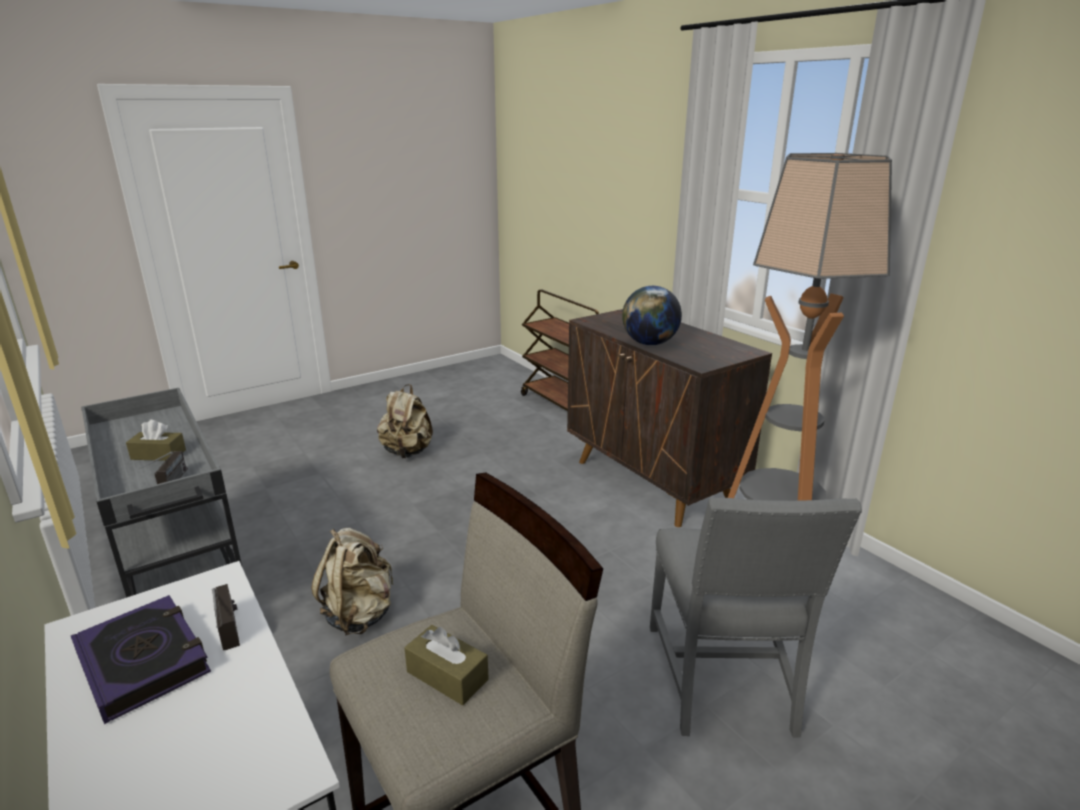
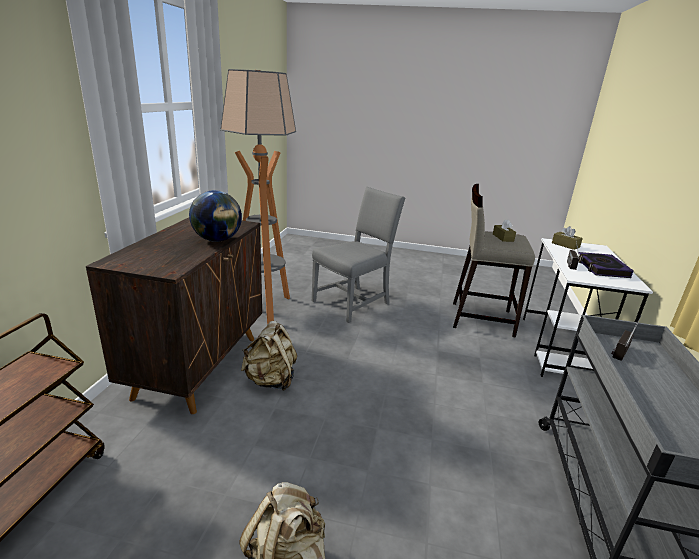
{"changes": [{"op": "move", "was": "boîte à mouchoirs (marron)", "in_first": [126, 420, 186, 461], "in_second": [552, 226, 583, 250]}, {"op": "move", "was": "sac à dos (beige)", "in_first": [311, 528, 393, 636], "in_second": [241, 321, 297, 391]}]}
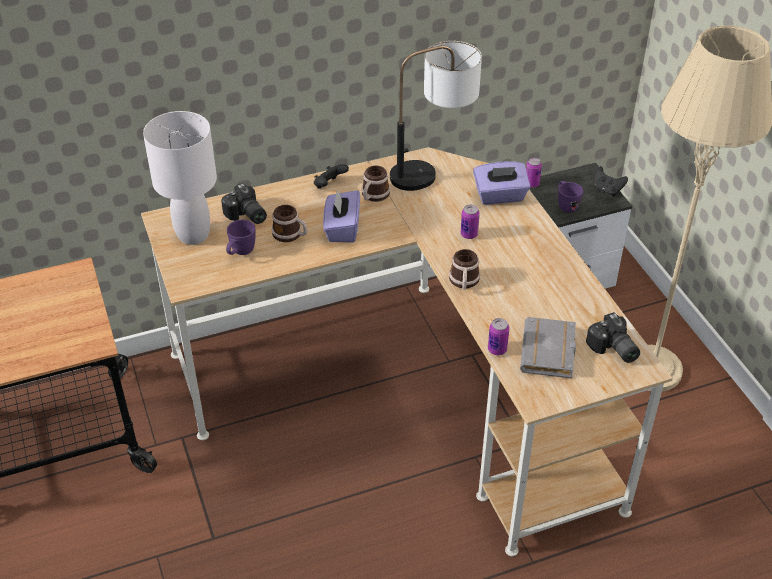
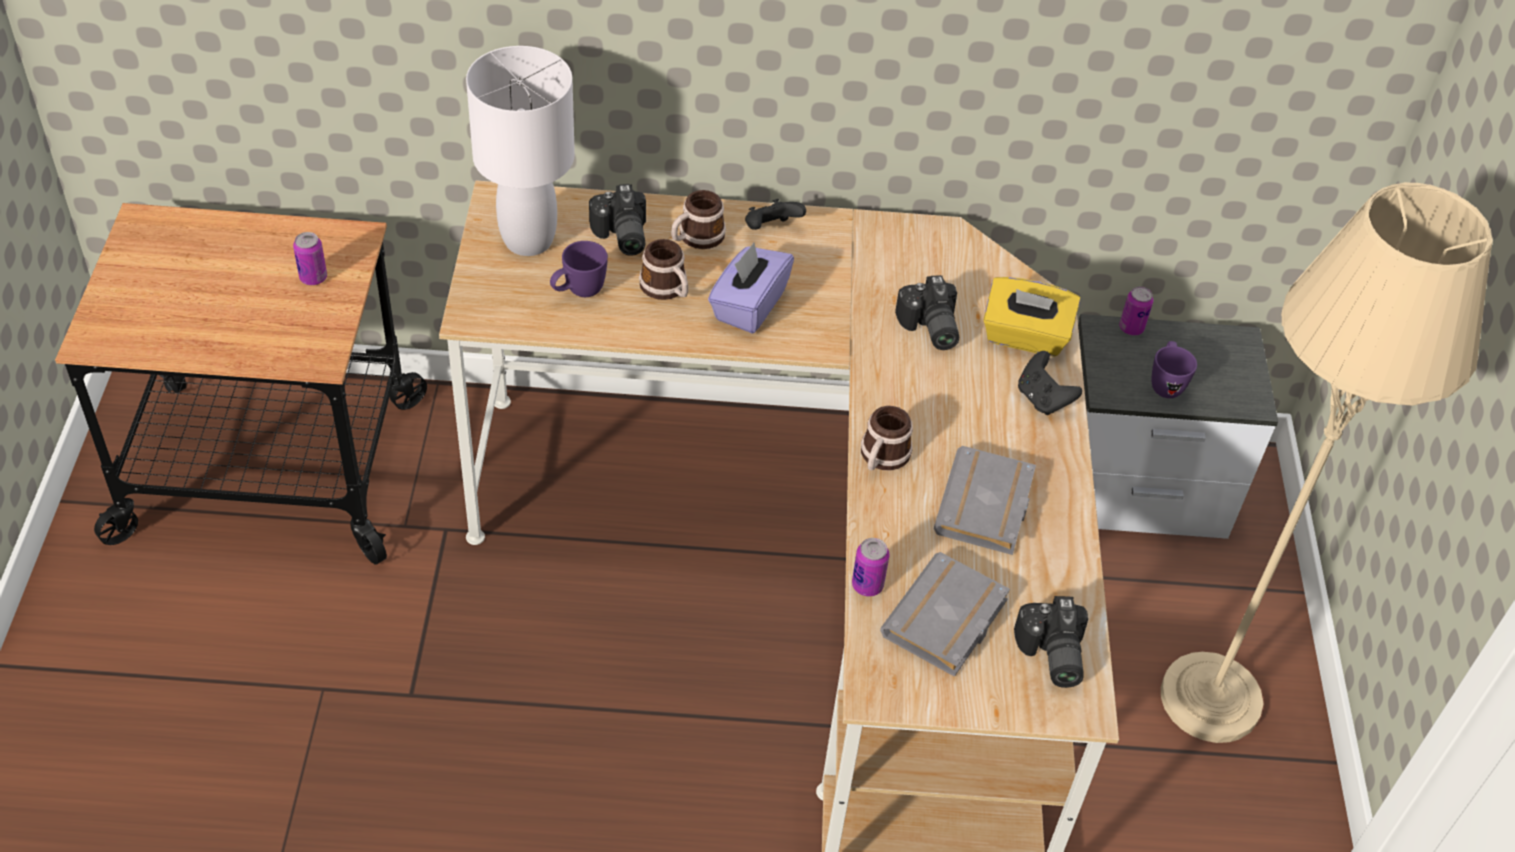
{"changes": [{"op": "delete", "was": "lampe de table", "in_first": [390, 41, 482, 191]}, {"op": "recolor", "was": "boîte à mouchoirs (violet)", "now": "boîte à mouchoirs (jaune)", "in_first": [473, 161, 530, 205], "in_second": [984, 277, 1080, 357]}, {"op": "move", "was": "mug", "in_first": [362, 165, 390, 202], "in_second": [671, 190, 726, 249]}, {"op": "move", "was": "manette (noir)", "in_first": [593, 166, 628, 196], "in_second": [1018, 351, 1082, 415]}, {"op": "move", "was": "boîte métallique", "in_first": [461, 205, 480, 239], "in_second": [293, 232, 327, 285]}, {"op": "insert", "now": "appareil photo", "in_second": [895, 275, 959, 350]}, {"op": "insert", "now": "livre (gris)", "in_second": [934, 446, 1036, 555]}]}
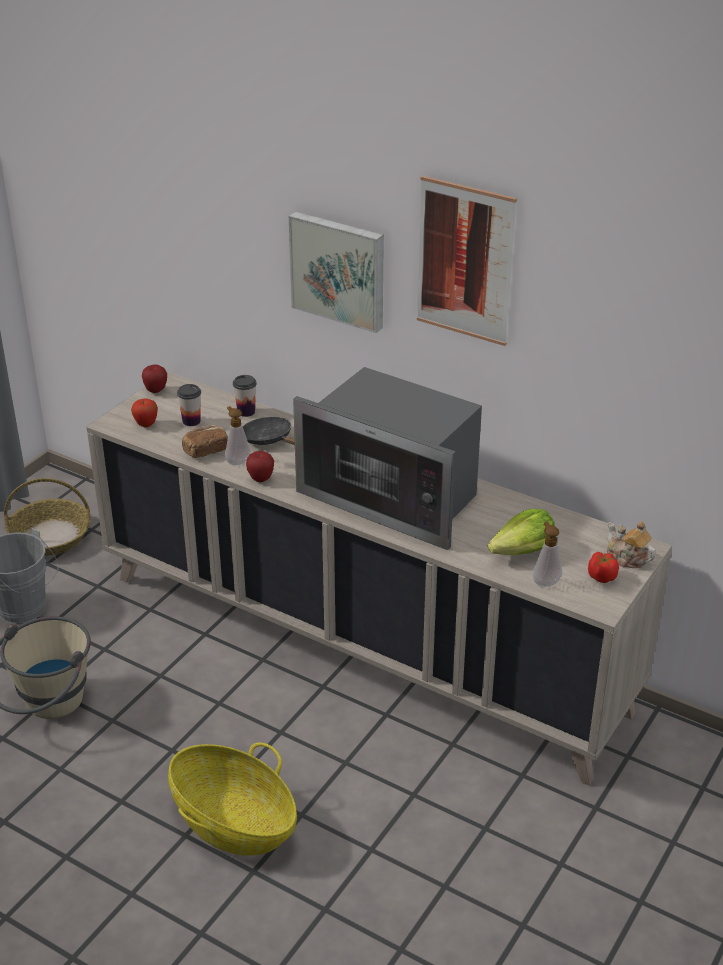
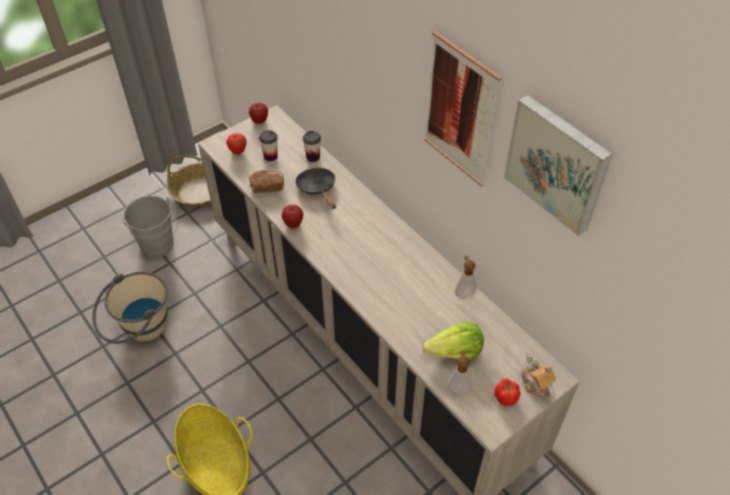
{"changes": [{"op": "move", "was": "tableau", "in_first": [289, 212, 384, 333], "in_second": [504, 95, 612, 236]}, {"op": "delete", "was": "micro-ondes", "in_first": [293, 367, 482, 550]}, {"op": "move", "was": "distributeur de savon", "in_first": [225, 406, 251, 465], "in_second": [455, 256, 477, 299]}]}
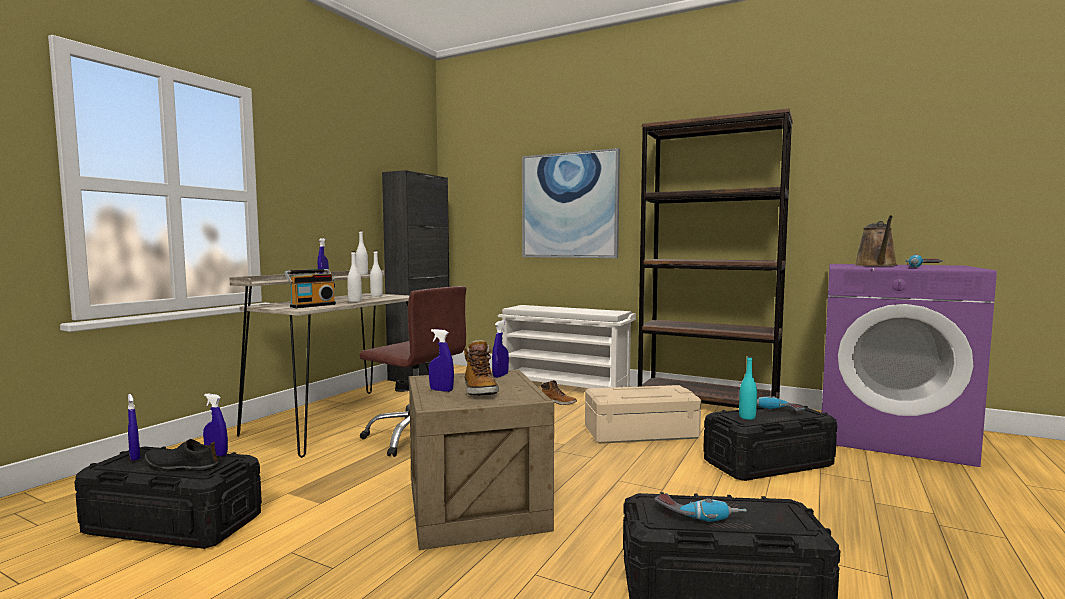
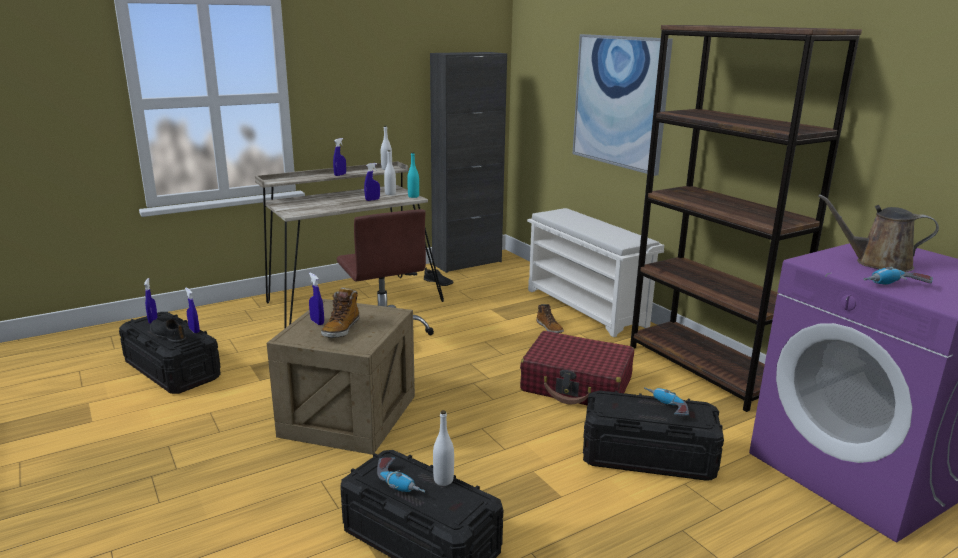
{"changes": [{"op": "rotate", "was": "arrosoir (marron)", "in_first": [855, 215, 897, 267], "in_second": [818, 194, 939, 272], "clockwise": 60}, {"op": "move", "was": "bouteille (blanc)", "in_first": [347, 251, 362, 302], "in_second": [433, 410, 454, 486]}, {"op": "delete", "was": "radio", "in_first": [284, 269, 336, 308]}, {"op": "move", "was": "vaporisateur (bleu)", "in_first": [492, 320, 509, 378], "in_second": [364, 163, 380, 201]}, {"op": "move", "was": "bouteille (turquoise)", "in_first": [739, 356, 757, 420], "in_second": [407, 152, 419, 198]}, {"op": "replace", "was": "boîte de rangement (beige)", "now": "valise (rouge)", "in_first": [585, 385, 701, 444], "in_second": [520, 331, 634, 405]}]}
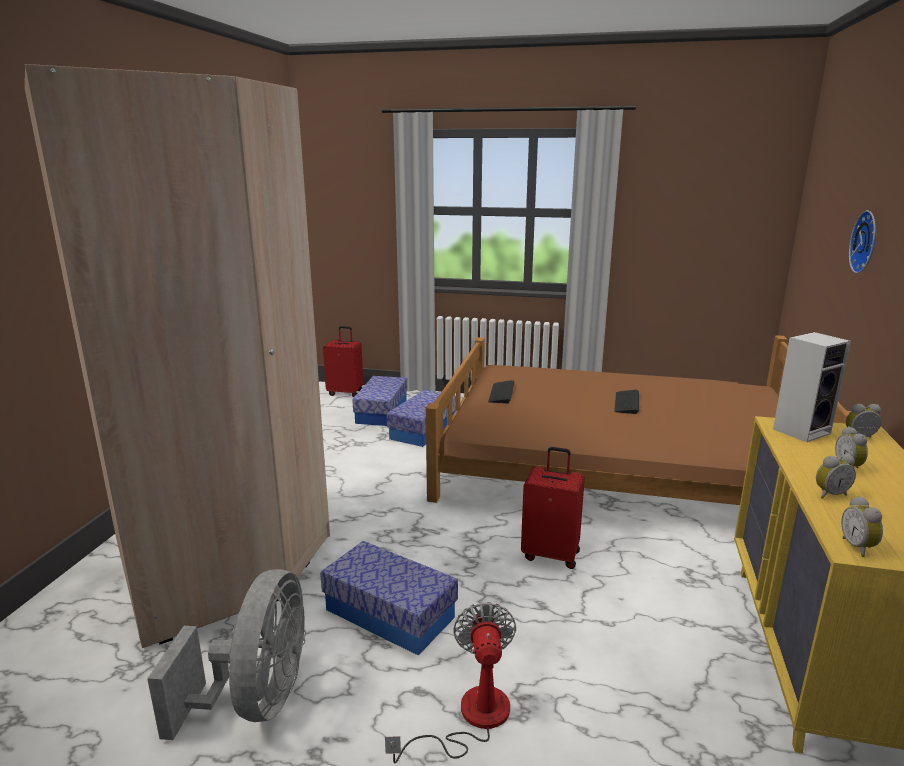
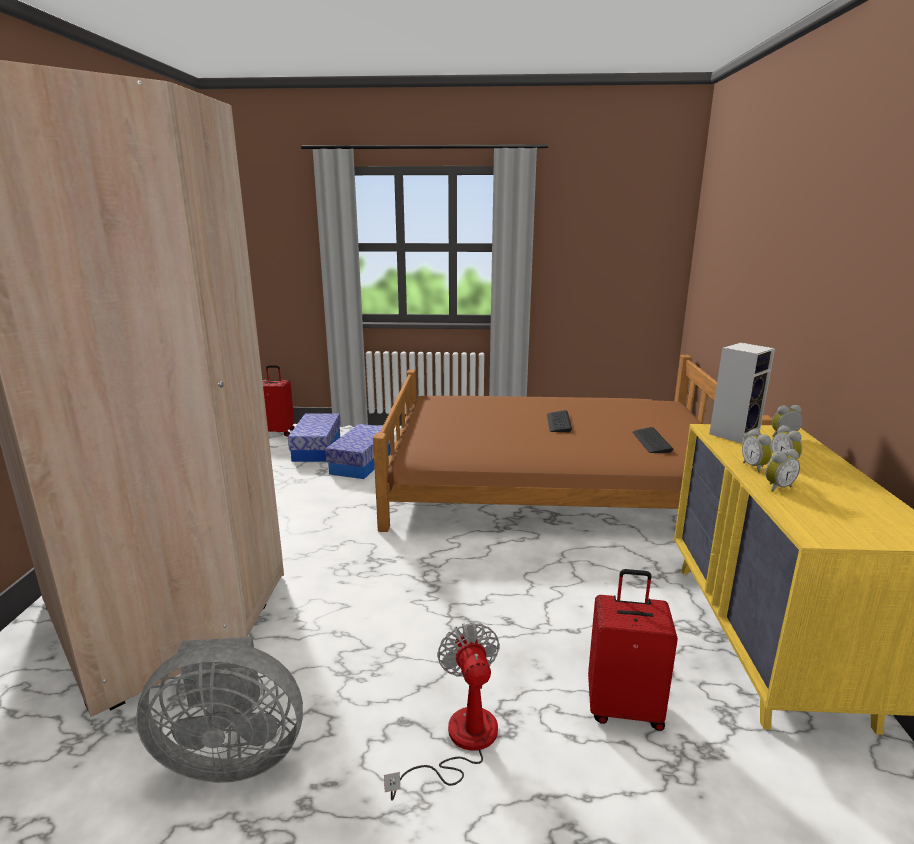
{"changes": [{"op": "delete", "was": "horloge murale", "in_first": [849, 210, 876, 273]}, {"op": "move", "was": "clavier", "in_first": [488, 380, 514, 403], "in_second": [632, 427, 673, 453]}, {"op": "move", "was": "valise (rouge)", "in_first": [521, 447, 585, 569], "in_second": [588, 569, 678, 731]}, {"op": "move", "was": "réveil", "in_first": [841, 496, 883, 557], "in_second": [742, 429, 772, 473]}, {"op": "delete", "was": "boîte de rangement", "in_first": [320, 541, 458, 656]}, {"op": "rotate", "was": "ventilateur (gris)", "in_first": [147, 569, 306, 740], "in_second": [136, 637, 303, 783], "clockwise": 90}]}
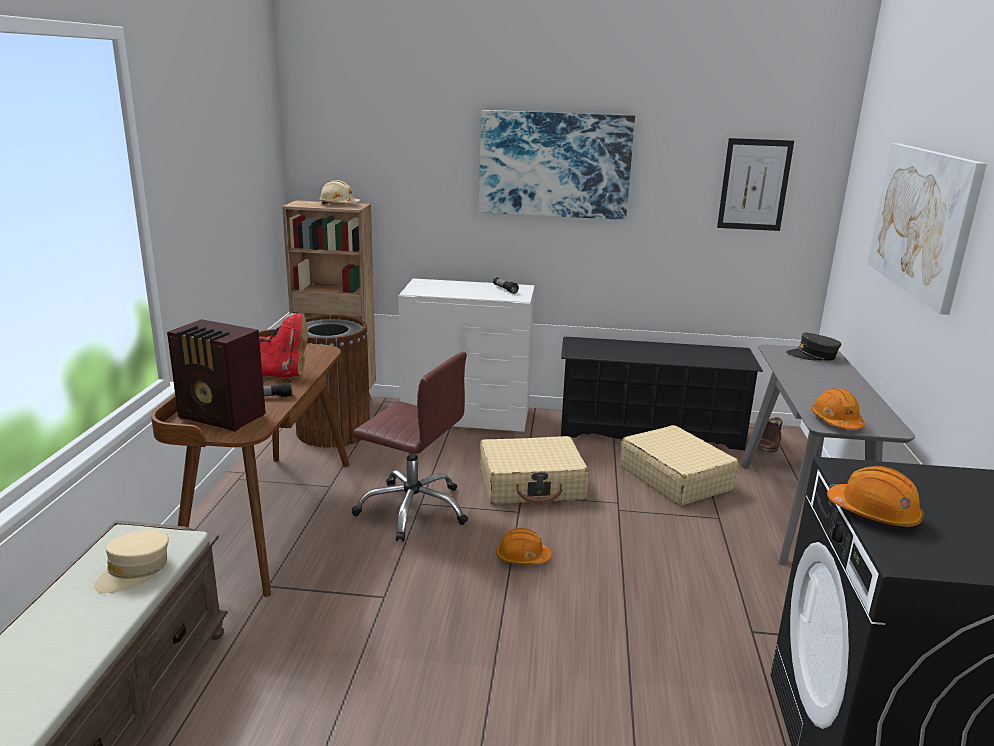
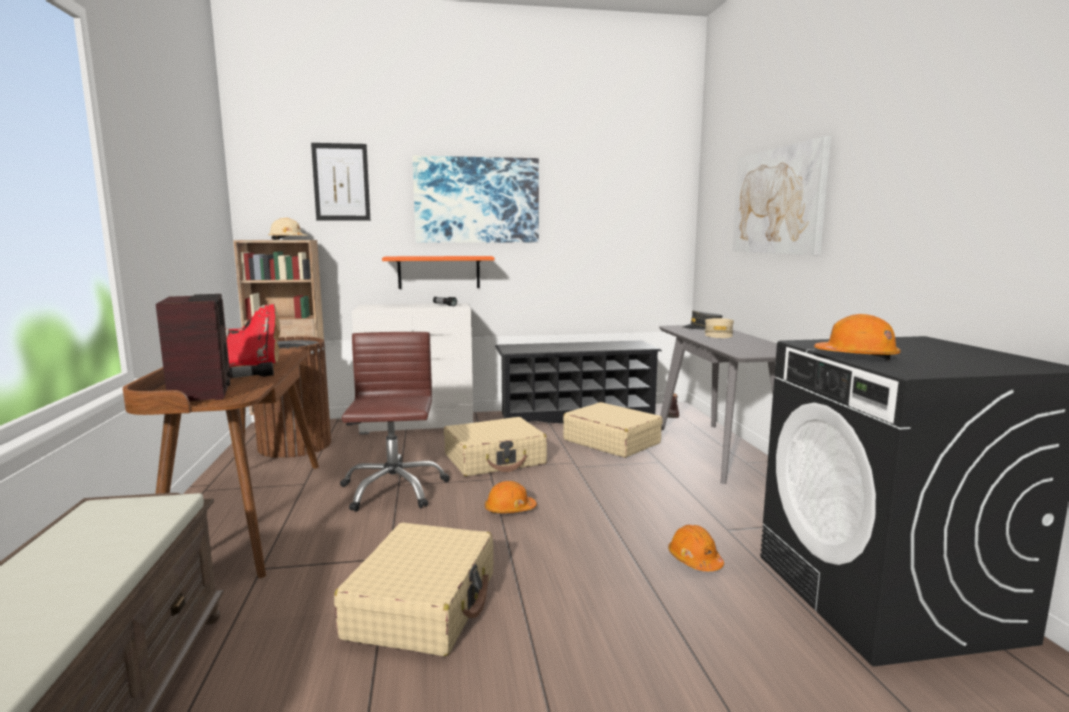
{"changes": [{"op": "move", "was": "tableau", "in_first": [717, 138, 794, 231], "in_second": [311, 143, 370, 221]}, {"op": "rotate", "was": "radio", "in_first": [167, 319, 266, 432], "in_second": [156, 294, 233, 401], "clockwise": -120}, {"op": "rotate", "was": "chaise de bureau (marron)", "in_first": [352, 352, 468, 542], "in_second": [340, 332, 450, 512], "clockwise": -105}, {"op": "move", "was": "casque de chantier (orange)", "in_first": [812, 388, 865, 429], "in_second": [668, 525, 724, 571]}, {"op": "move", "was": "casquette (beige)", "in_first": [94, 530, 169, 593], "in_second": [705, 318, 734, 338]}, {"op": "insert", "now": "étagère (orange)", "in_second": [382, 256, 494, 289]}, {"op": "insert", "now": "valise (beige)", "in_second": [334, 523, 493, 656]}]}
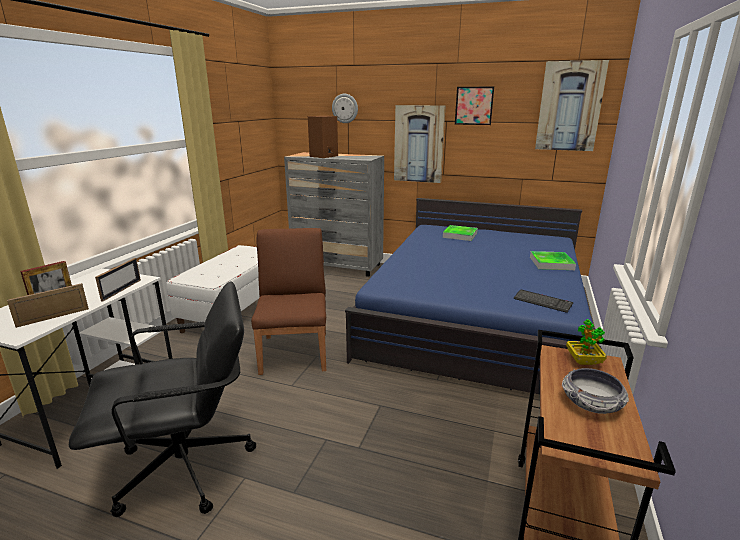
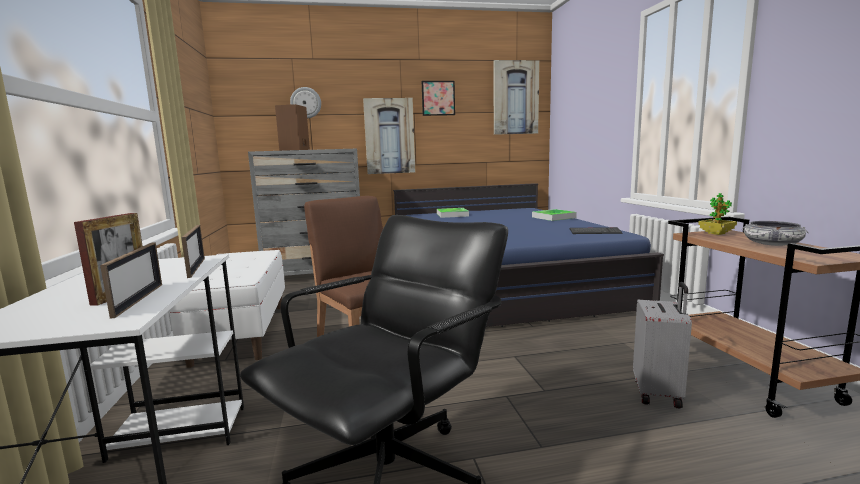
{"changes": [{"op": "rotate", "was": "cadre photo", "in_first": [7, 283, 89, 328], "in_second": [100, 242, 162, 319], "clockwise": 150}, {"op": "insert", "now": "valise (gris)", "in_second": [633, 282, 692, 409]}]}
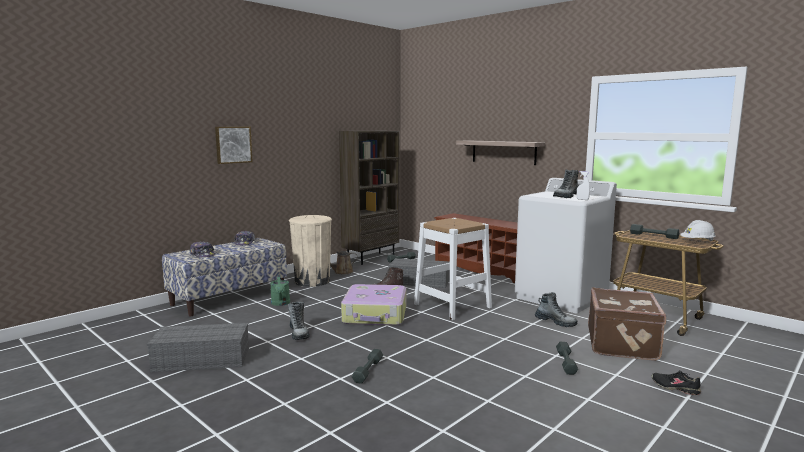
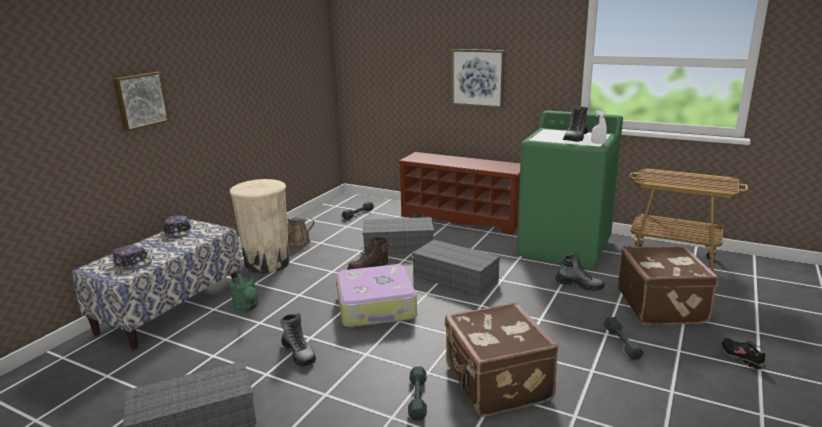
{"changes": [{"op": "delete", "was": "bibliothèque (marron)", "in_first": [339, 131, 399, 265]}, {"op": "replace", "was": "étagère", "now": "tableau", "in_first": [456, 140, 545, 165], "in_second": [451, 49, 505, 108]}, {"op": "recolor", "was": "lave-linge (blanc)", "now": "lave-linge (vert)", "in_first": [515, 178, 617, 313], "in_second": [517, 110, 623, 269]}, {"op": "replace", "was": "tabouret (blanc)", "now": "boîte de rangement (gris)", "in_first": [414, 218, 492, 320], "in_second": [412, 240, 500, 296]}, {"op": "delete", "was": "casque de chantier (blanc)", "in_first": [680, 220, 716, 241]}, {"op": "delete", "was": "haltère (gris)", "in_first": [630, 224, 679, 239]}, {"op": "rotate", "was": "chaussure (noir)", "in_first": [652, 370, 701, 395], "in_second": [722, 338, 765, 370], "clockwise": 45}, {"op": "insert", "now": "valise (marron)", "in_second": [445, 302, 558, 417]}]}
